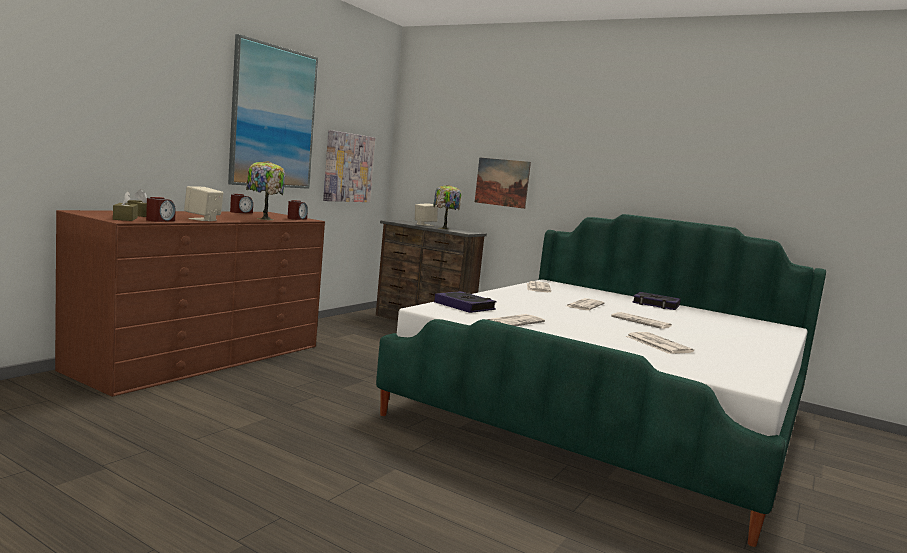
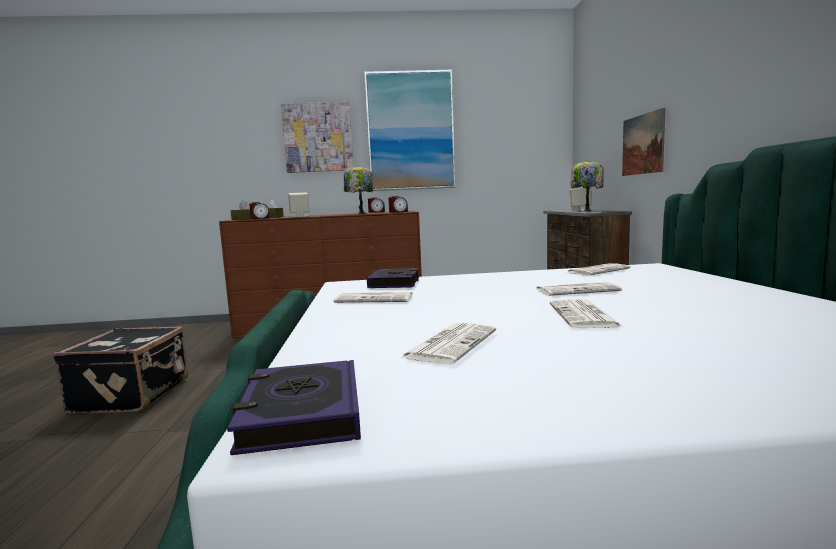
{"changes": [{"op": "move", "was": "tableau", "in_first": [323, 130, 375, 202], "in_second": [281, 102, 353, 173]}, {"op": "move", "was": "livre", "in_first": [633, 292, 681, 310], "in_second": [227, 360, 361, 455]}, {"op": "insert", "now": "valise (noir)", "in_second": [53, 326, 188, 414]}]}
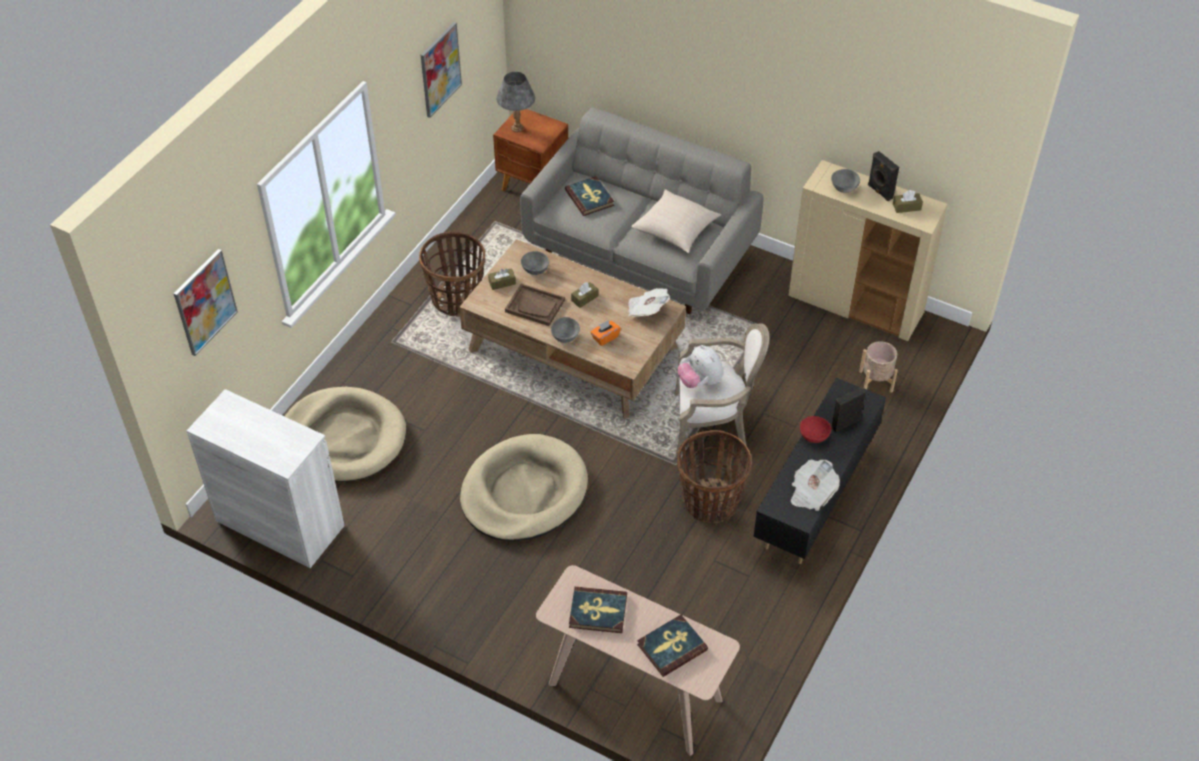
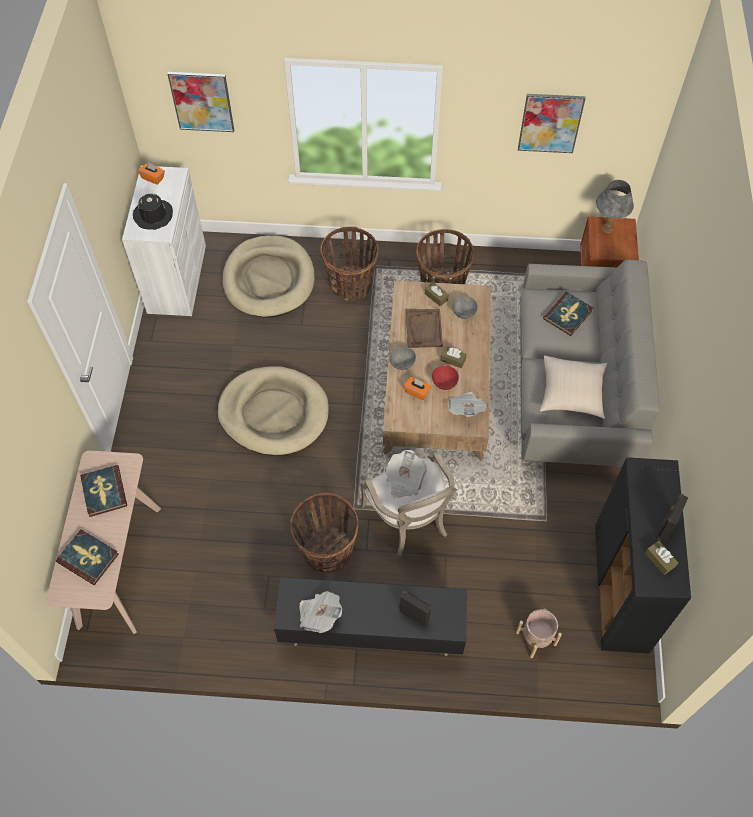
{"changes": [{"op": "recolor", "was": "meuble de rangement (beige)", "now": "meuble de rangement (noir)", "in_first": [788, 160, 947, 341], "in_second": [595, 457, 691, 654]}, {"op": "delete", "was": "bol (gris)", "in_first": [831, 169, 860, 193]}, {"op": "replace", "was": "peluche", "now": "journal", "in_first": [678, 345, 723, 388], "in_second": [385, 450, 427, 498]}, {"op": "move", "was": "bol (rouge)", "in_first": [800, 416, 831, 443], "in_second": [432, 365, 459, 390]}, {"op": "insert", "now": "boîte à mouchoirs (orange)", "in_second": [138, 162, 165, 185]}, {"op": "insert", "now": "chapeau (noir)", "in_second": [133, 193, 173, 230]}, {"op": "insert", "now": "panier", "in_second": [320, 227, 379, 301]}]}
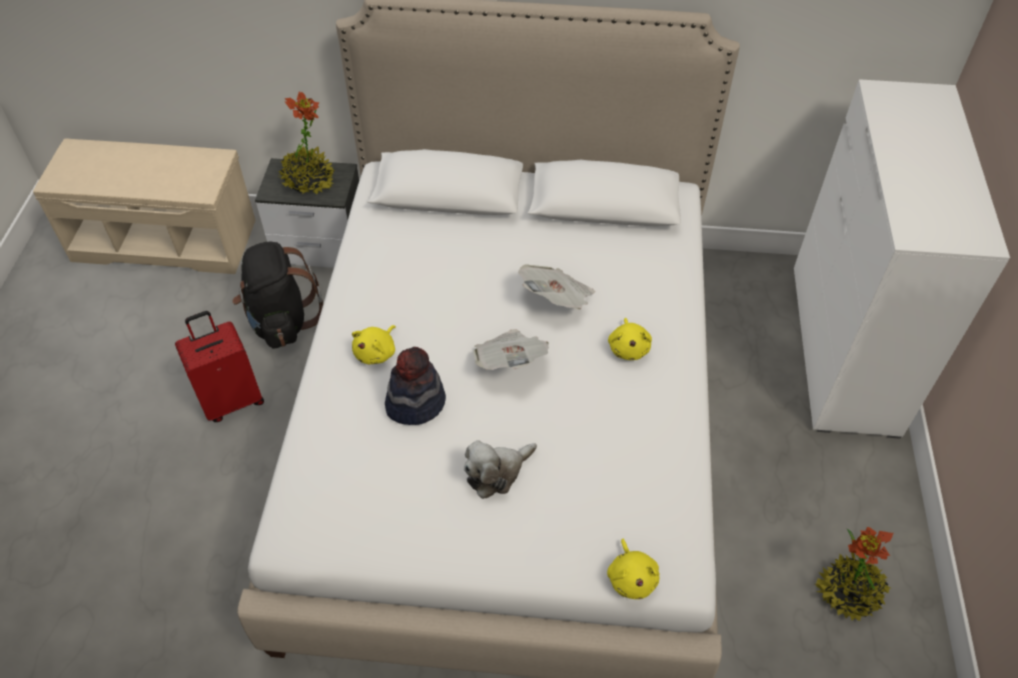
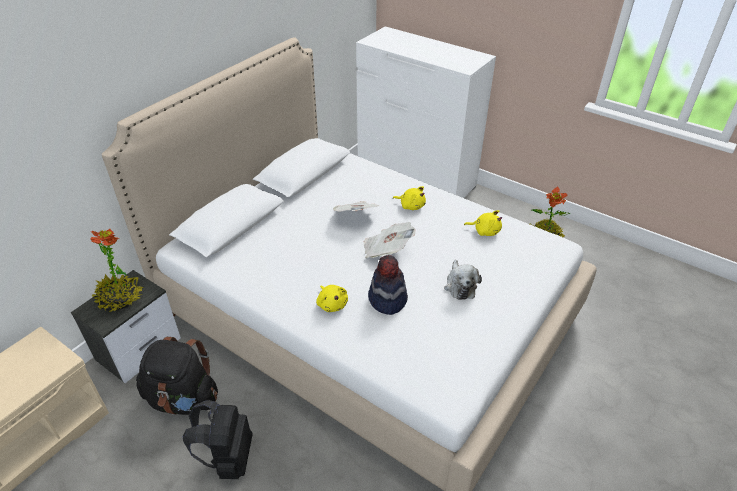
{"changes": [{"op": "replace", "was": "valise (rouge)", "now": "sac à dos (noir)", "in_first": [175, 311, 264, 422], "in_second": [182, 400, 253, 479]}, {"op": "move", "was": "peluche (jaune)", "in_first": [607, 539, 660, 599], "in_second": [464, 210, 502, 236]}]}
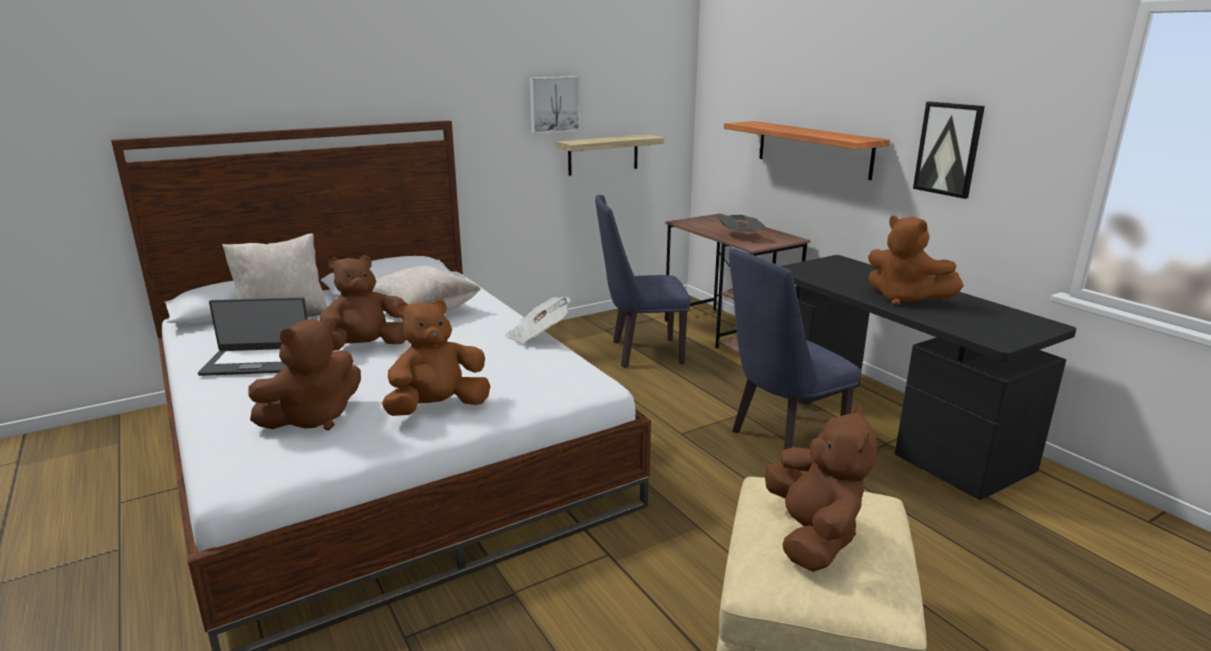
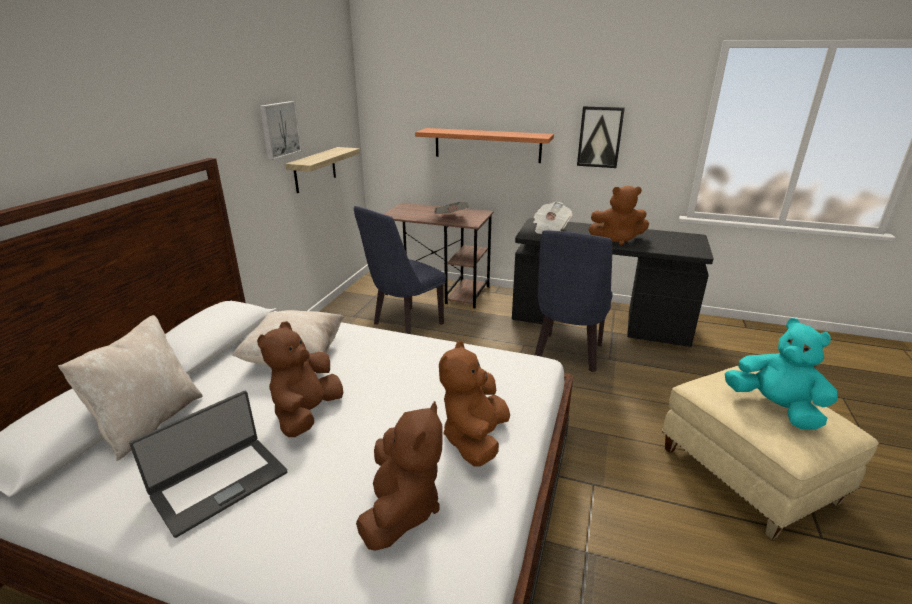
{"changes": [{"op": "move", "was": "journal", "in_first": [505, 297, 571, 343], "in_second": [533, 202, 573, 234]}, {"op": "recolor", "was": "peluche (marron)", "now": "peluche (turquoise)", "in_first": [765, 406, 877, 572], "in_second": [725, 318, 838, 430]}]}
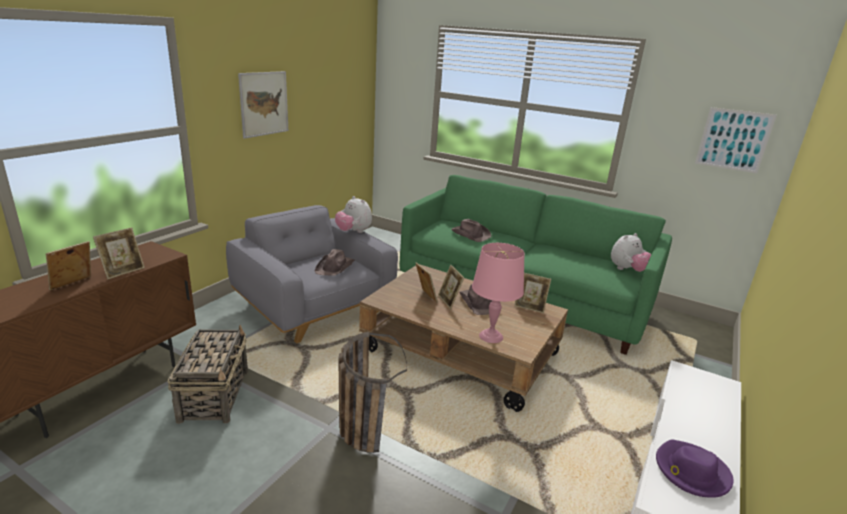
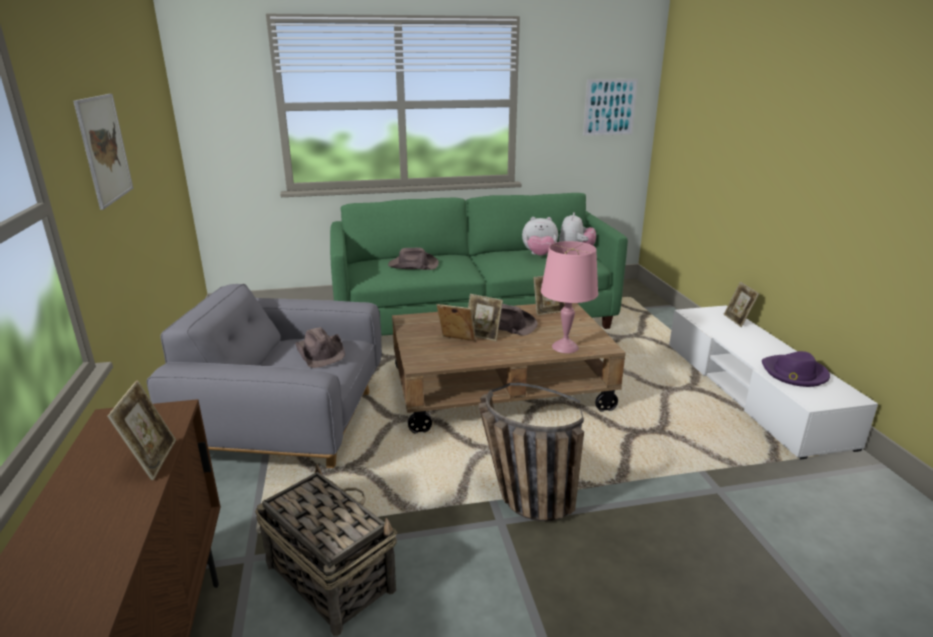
{"changes": [{"op": "move", "was": "peluche", "in_first": [335, 196, 372, 233], "in_second": [522, 217, 558, 256]}, {"op": "move", "was": "cadre photo", "in_first": [46, 241, 91, 290], "in_second": [723, 282, 759, 327]}]}
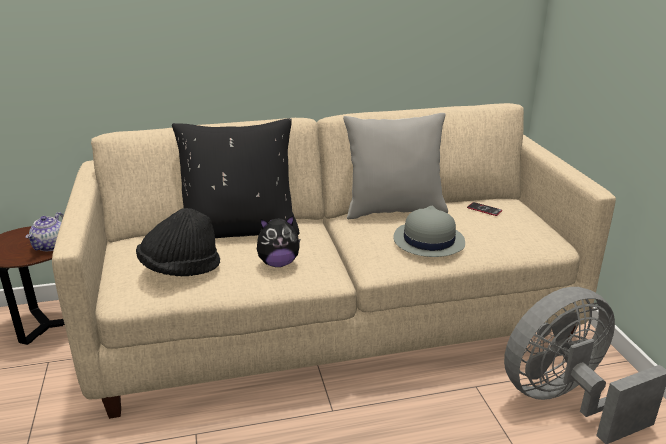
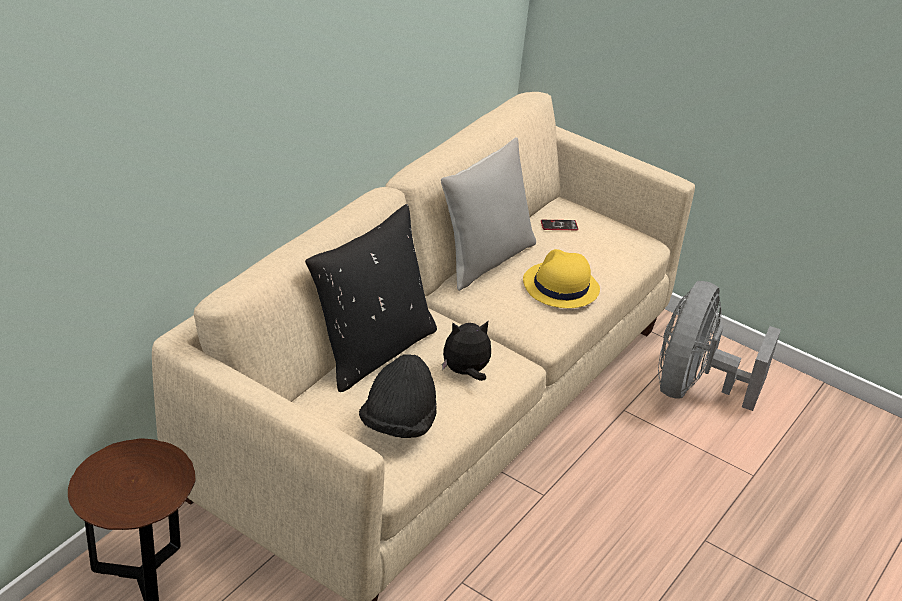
{"changes": [{"op": "recolor", "was": "chapeau (gris)", "now": "chapeau (jaune)", "in_first": [394, 206, 465, 257], "in_second": [523, 249, 600, 308]}, {"op": "delete", "was": "théière", "in_first": [26, 212, 64, 251]}, {"op": "rotate", "was": "peluche", "in_first": [257, 216, 300, 267], "in_second": [442, 321, 491, 381], "clockwise": -135}]}
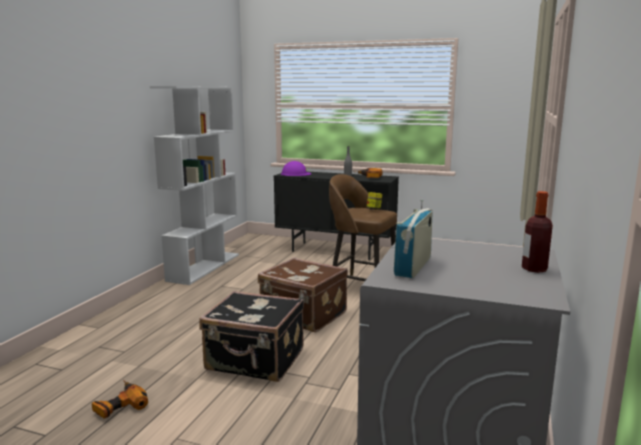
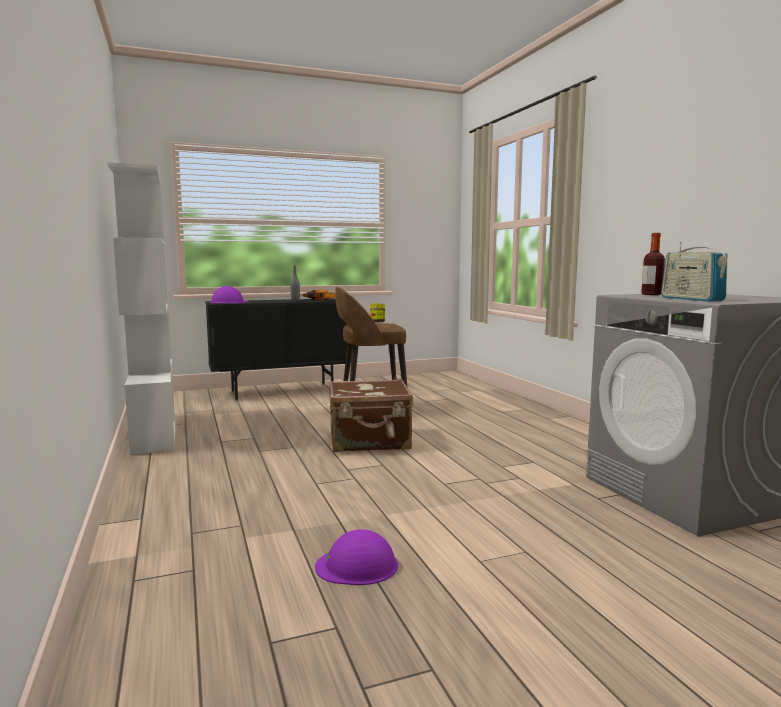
{"changes": [{"op": "move", "was": "bouteille", "in_first": [522, 191, 553, 273], "in_second": [641, 233, 665, 295]}, {"op": "delete", "was": "valise (noir)", "in_first": [199, 291, 304, 382]}, {"op": "replace", "was": "perceuse", "now": "casque de chantier (violet)", "in_first": [92, 380, 148, 419], "in_second": [315, 529, 398, 585]}]}
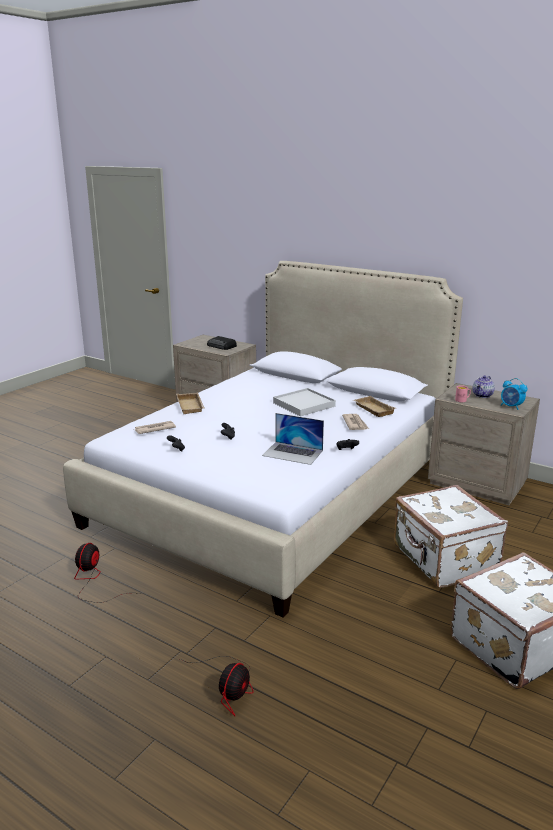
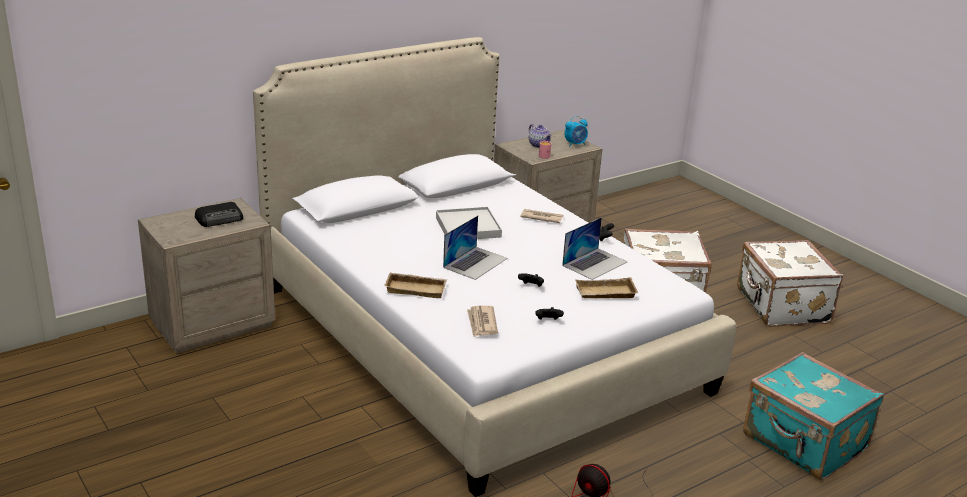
{"changes": [{"op": "move", "was": "plateau (beige)", "in_first": [353, 396, 395, 417], "in_second": [575, 277, 638, 298]}, {"op": "replace", "was": "ventilateur", "now": "valise (turquoise)", "in_first": [180, 656, 254, 716], "in_second": [743, 352, 884, 480]}, {"op": "insert", "now": "ordinateur portable", "in_second": [443, 216, 508, 280]}]}
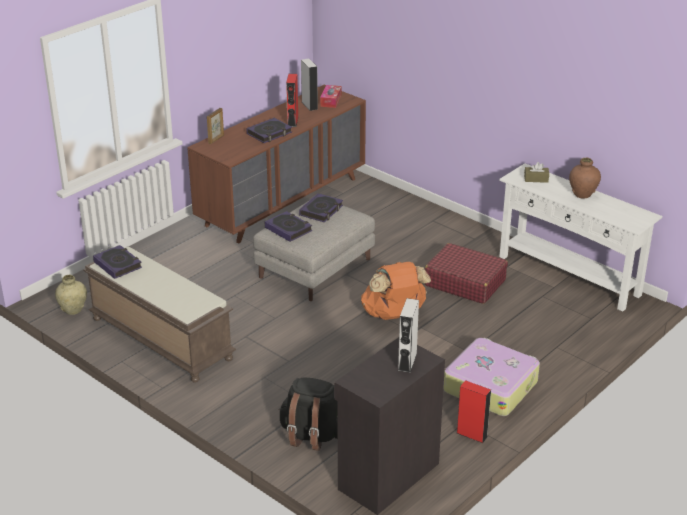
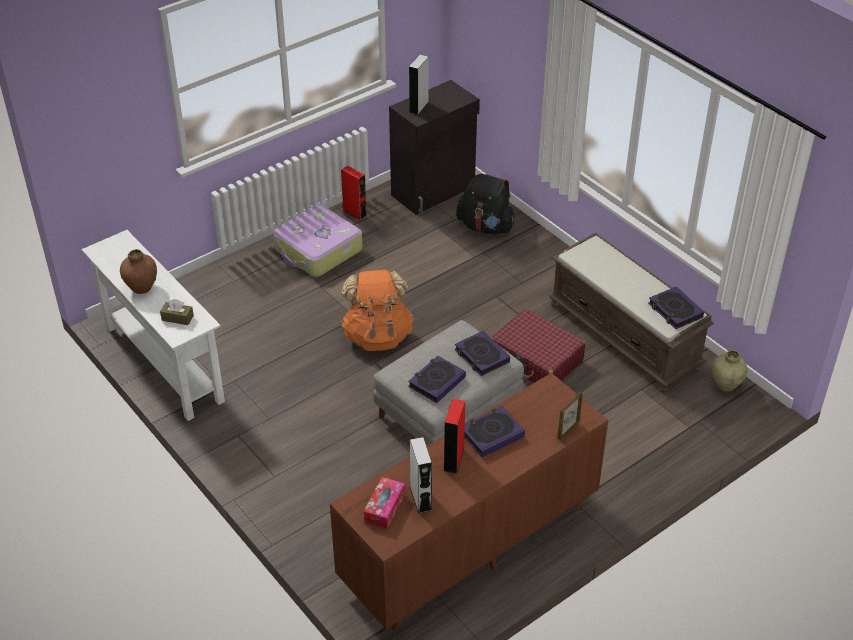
{"changes": [{"op": "move", "was": "valise (rouge)", "in_first": [425, 243, 508, 304], "in_second": [491, 309, 585, 383]}]}
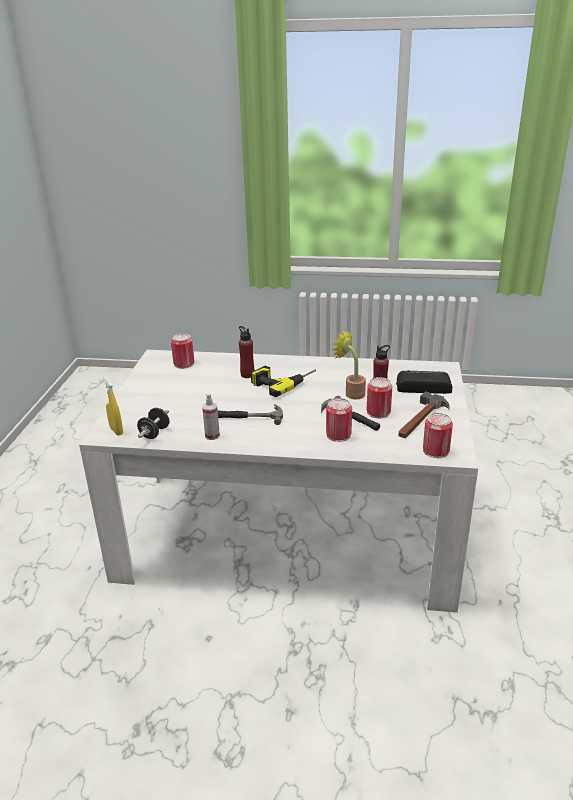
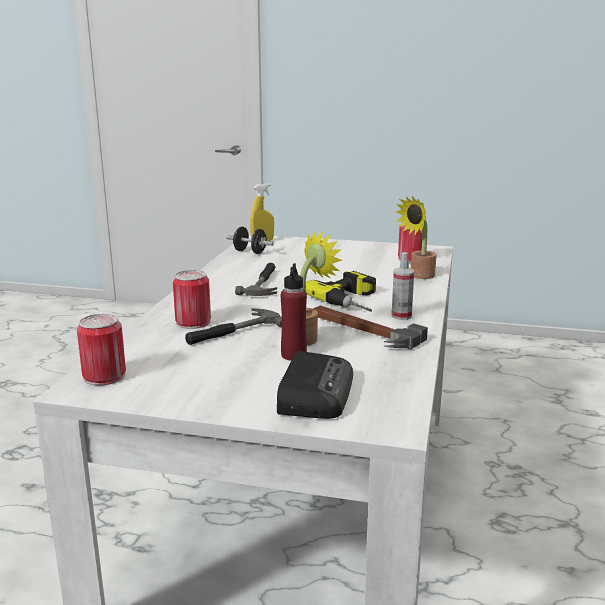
{"changes": [{"op": "delete", "was": "bouteille (rouge)", "in_first": [239, 326, 255, 378]}, {"op": "delete", "was": "boîte métallique", "in_first": [367, 377, 392, 418]}, {"op": "move", "was": "marteau", "in_first": [398, 391, 450, 439], "in_second": [313, 305, 428, 350]}, {"op": "move", "was": "vaporisateur", "in_first": [202, 393, 220, 440], "in_second": [392, 252, 414, 320]}, {"op": "insert", "now": "plante en pot", "in_second": [396, 196, 436, 279]}]}
